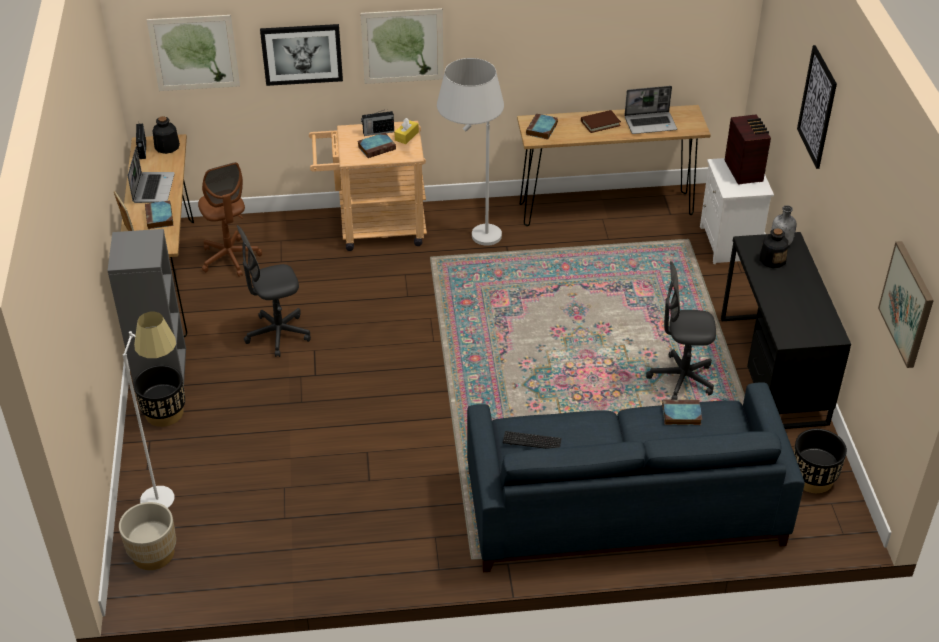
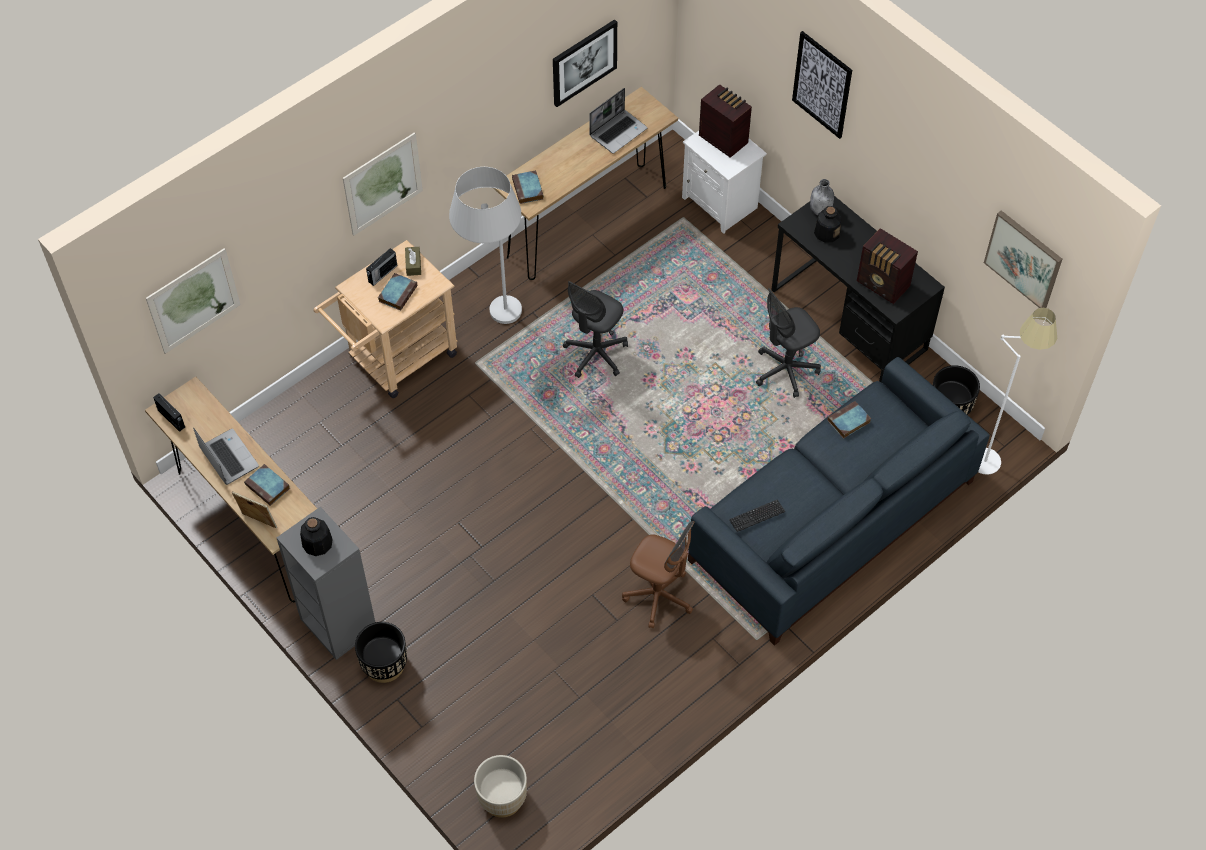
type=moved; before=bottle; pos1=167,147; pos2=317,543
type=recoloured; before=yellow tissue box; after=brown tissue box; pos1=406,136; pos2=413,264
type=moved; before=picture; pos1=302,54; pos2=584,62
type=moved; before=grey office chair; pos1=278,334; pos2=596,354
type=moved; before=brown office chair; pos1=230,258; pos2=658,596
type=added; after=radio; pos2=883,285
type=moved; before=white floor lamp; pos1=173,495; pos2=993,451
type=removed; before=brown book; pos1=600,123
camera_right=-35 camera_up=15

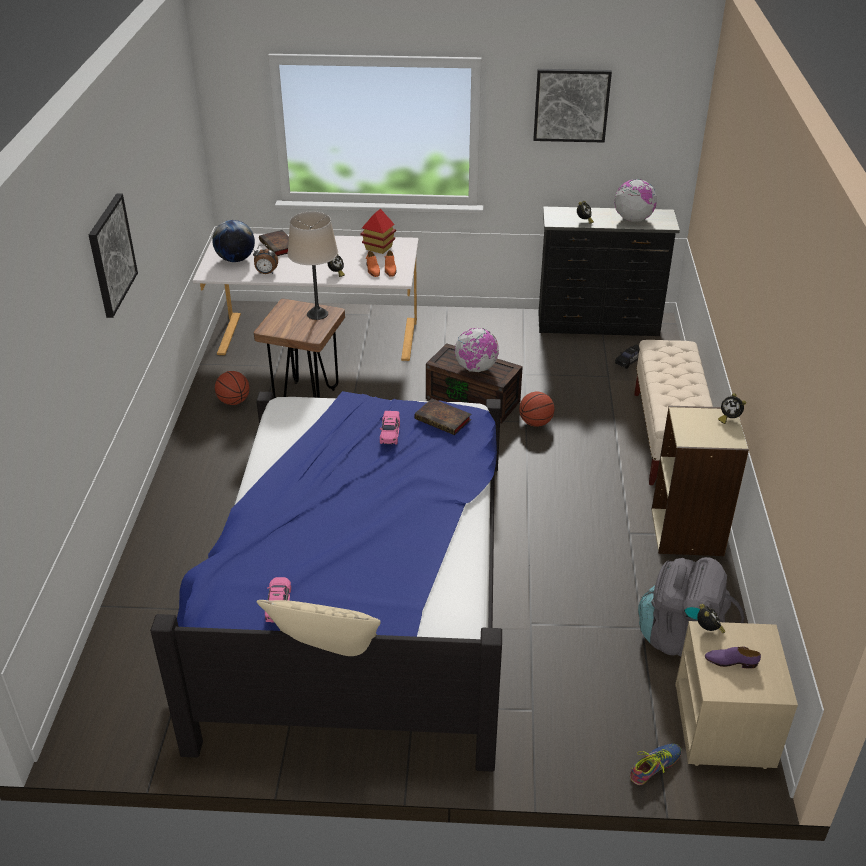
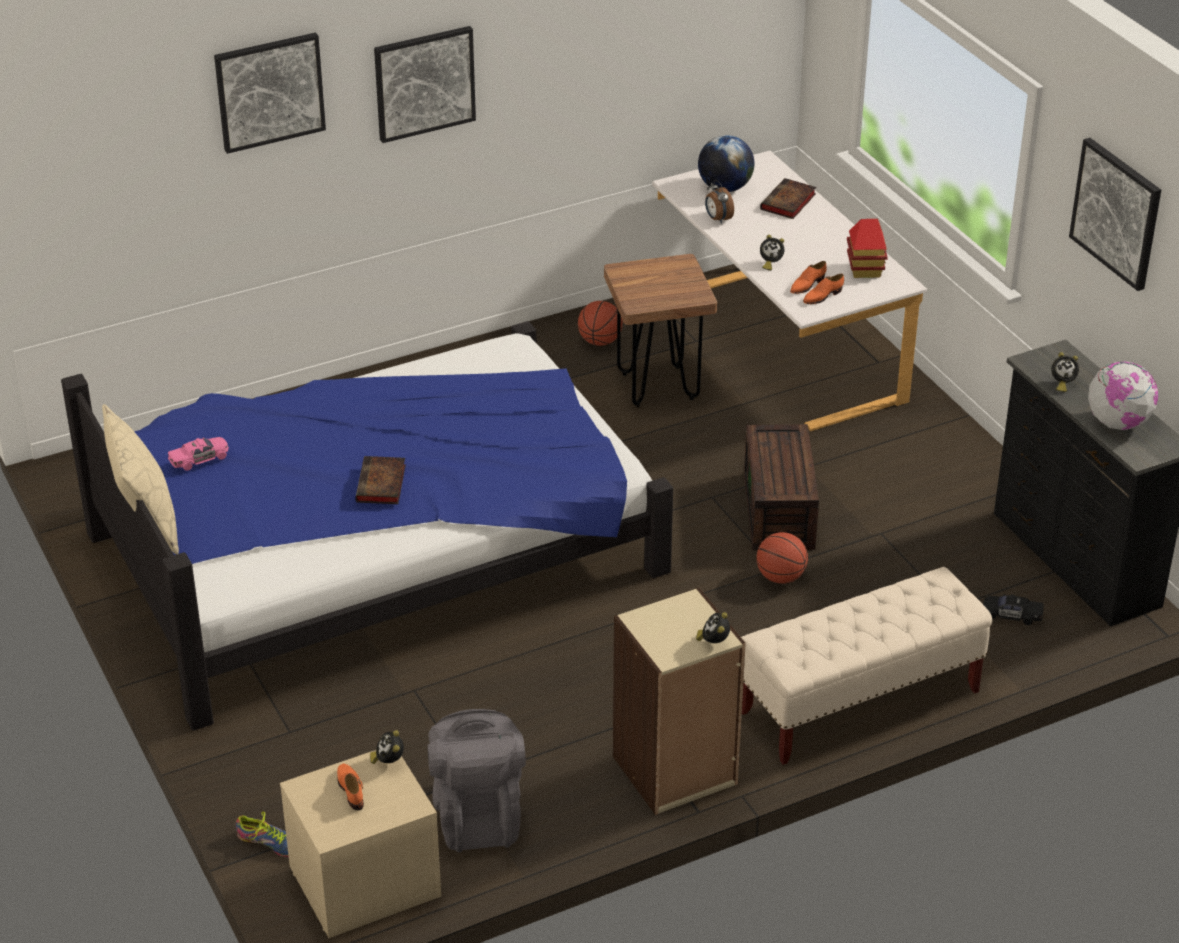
type=added; after=picture; pos2=269,91
type=recoloured; before=purple shoe; after=orange shoe; pos1=730,661; pos2=351,789
type=moved; before=book; pos1=444,420; pos2=381,485
type=turned; before=alarm clock; pos1=708,630; pos2=388,761; turn=120
type=removed; before=beige table lamp; pos1=317,314
type=removed; before=pink toy car; pos1=390,433
type=removed; before=globe; pos1=476,368
camera_right=60 camera_up=0

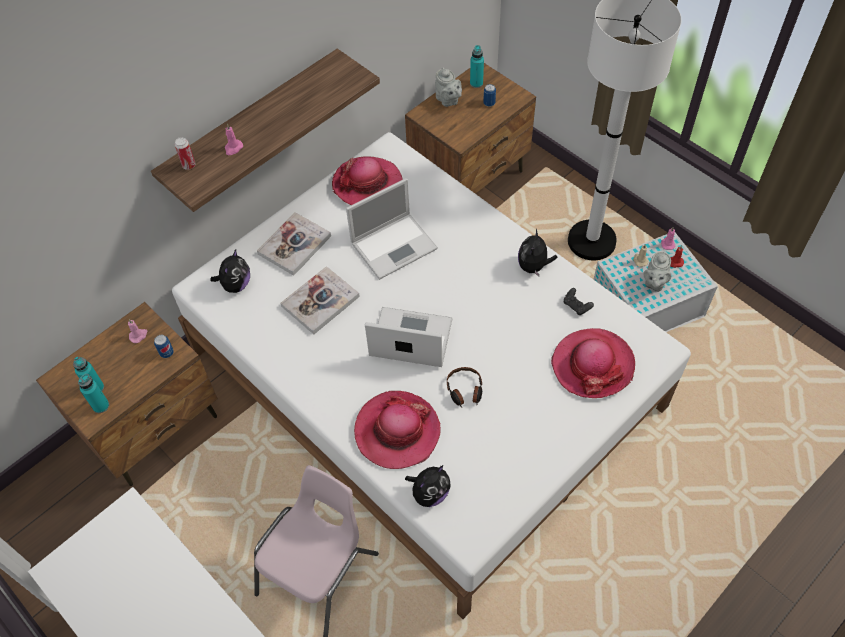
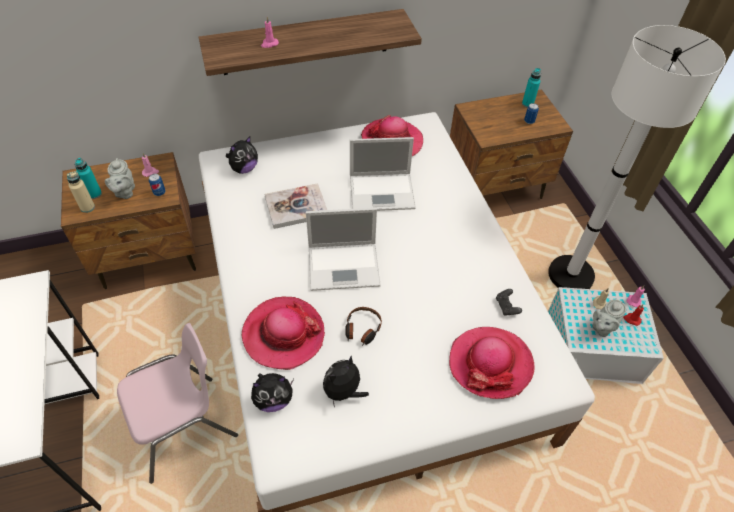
type=recoloured; before=turquoise bottle; after=beige bottle; pos1=101,406; pos2=87,207
type=moved; before=grey teapot; pos1=448,100; pos2=124,192
type=turned; before=laptop; pos1=409,338; pos2=345,266; turn=135
type=moved; before=plush toy; pos1=533,266; pos2=343,392
type=removed; before=can; pos1=189,165
type=removed; before=book; pos1=294,245
camera_right=25 camera_up=-5

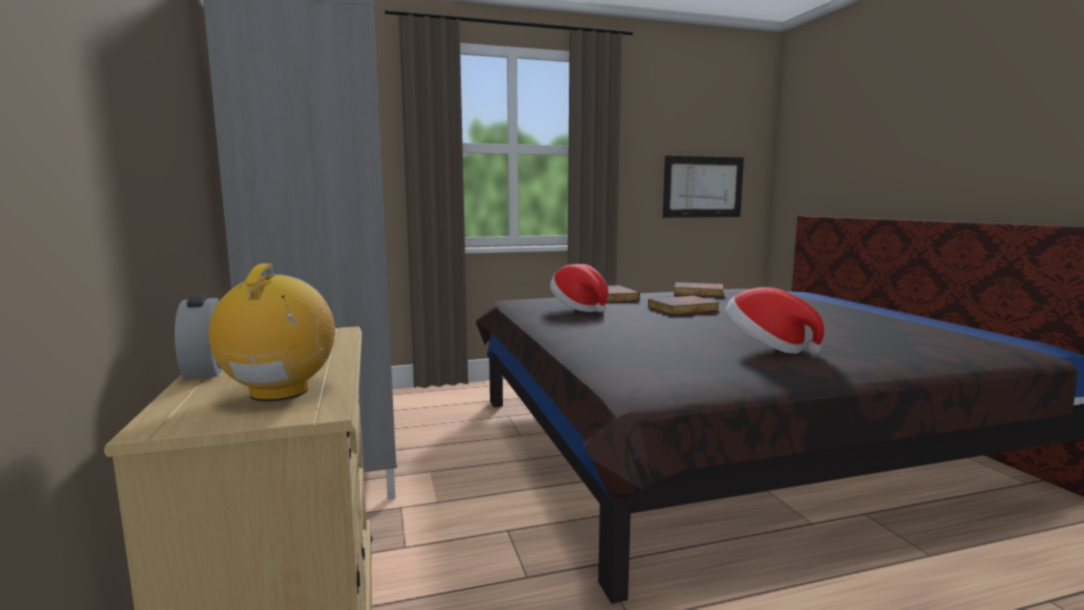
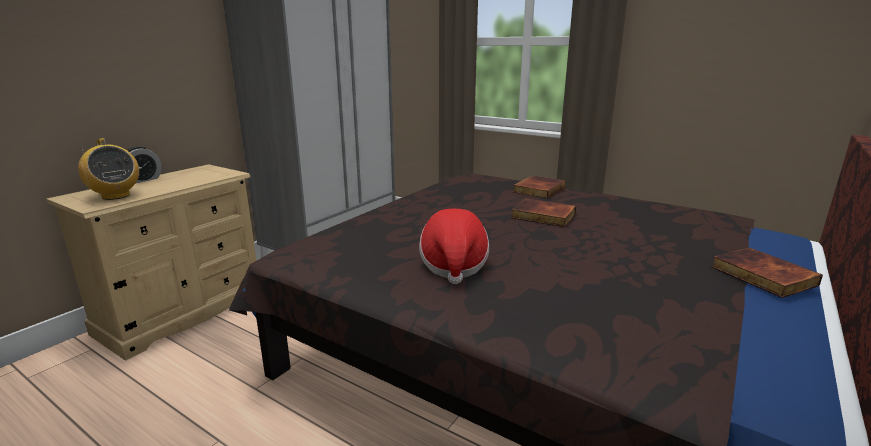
type=turned; before=radio; pos1=279,392; pos2=115,196; turn=90
type=moved; before=book; pos1=698,293; pos2=761,276
type=removed; before=hat; pos1=579,308
type=removed; before=picture; pos1=703,187
camera_right=50 camera_up=10

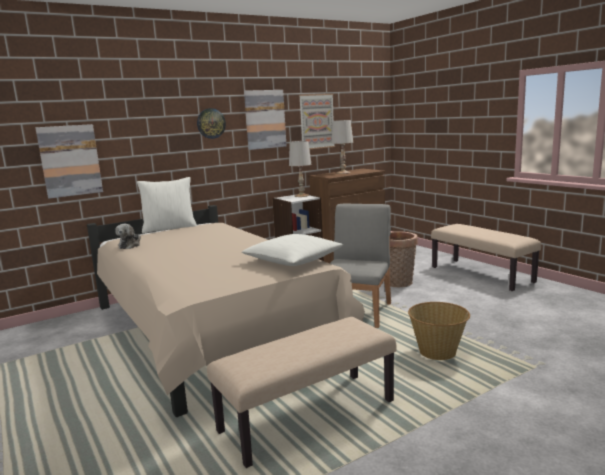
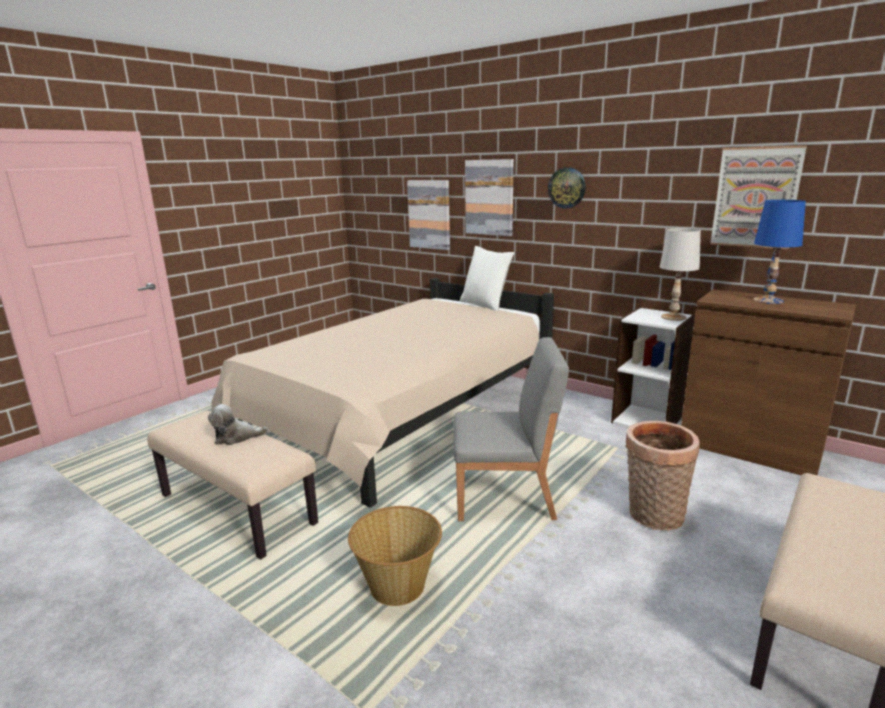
type=moved; before=plush toy; pos1=130,245; pos2=236,437
type=moved; before=picture; pos1=265,119; pos2=489,197
type=recoloured; before=white table lamp; after=blue table lamp; pos1=343,173; pos2=768,301
type=removed; before=white pillow; pos1=293,260
camera_right=70 camera_up=5

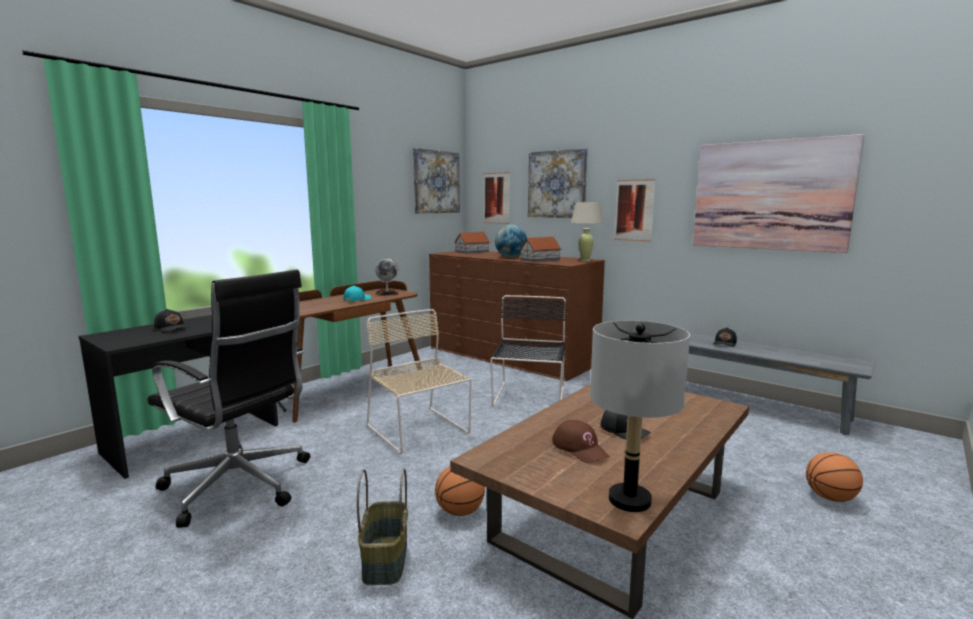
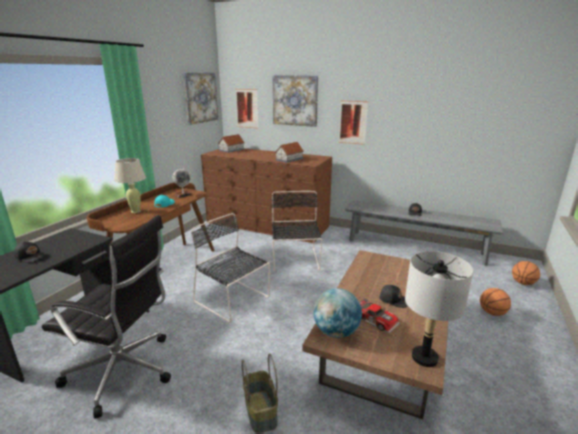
type=moved; before=beige table lamp; pos1=585,260; pos2=135,211
type=recoloured; before=beige chair; after=black chair; pos1=419,431; pos2=233,300
type=moved; before=globe; pos1=510,257; pos2=336,332
type=replaced; before=brown cap; after=toy car; pos1=580,448; pos2=376,319
type=moved; before=basketball; pos1=460,511; pos2=523,283
type=removed; before=picture; pos1=770,195
camera_right=-15 camera_up=10

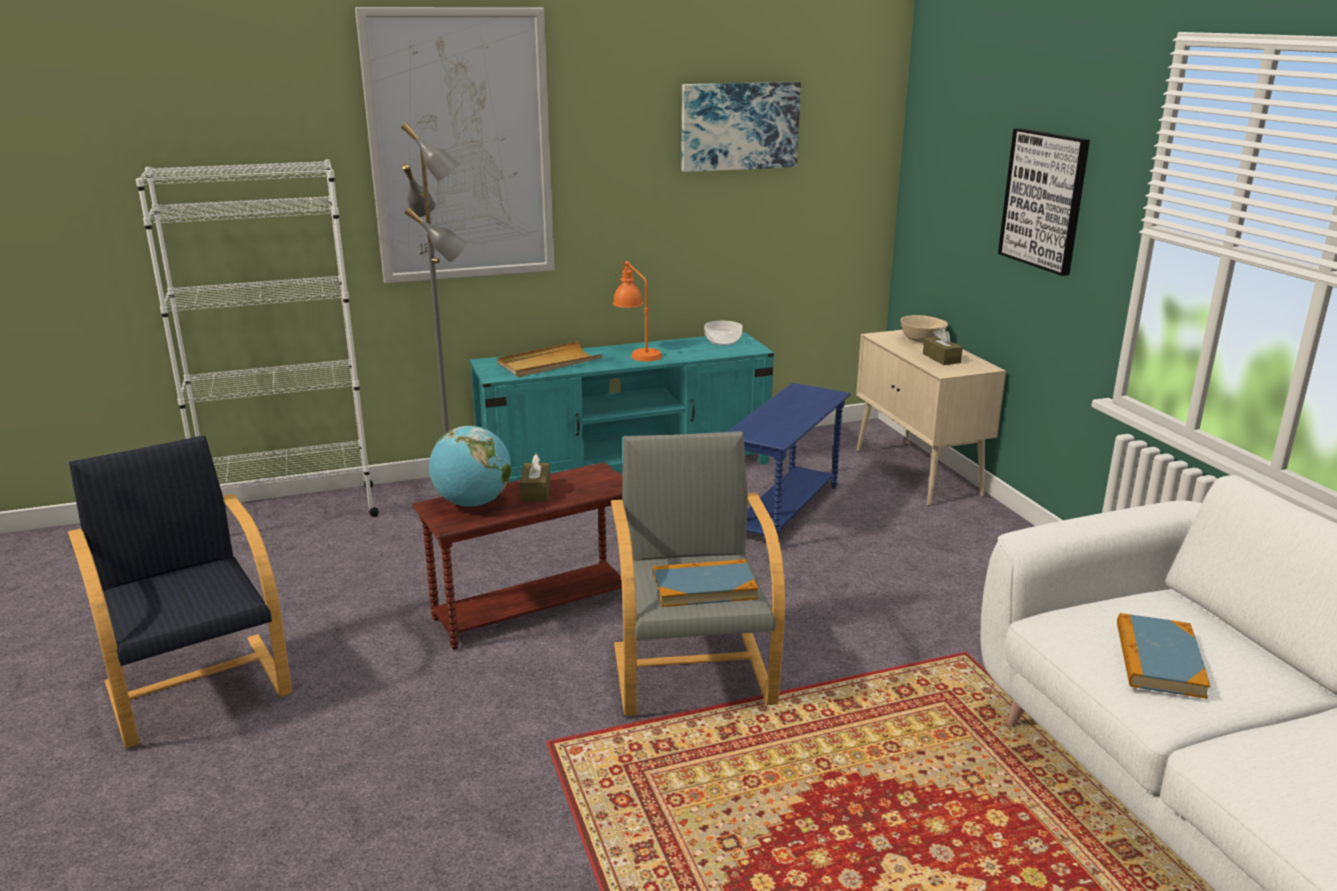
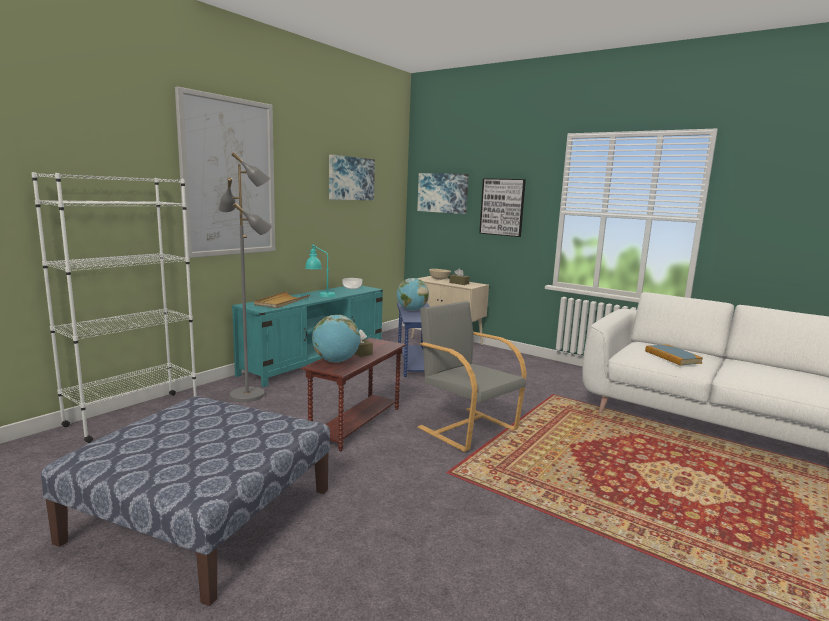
type=replaced; before=black armchair; after=ottoman; pos1=198,686; pos2=203,515
type=recoloured; before=orange table lamp; after=turquoise table lamp; pos1=636,353; pos2=320,295
type=added; after=globe; pos2=412,310
type=added; after=picture; pos2=443,193
type=removed; before=book; pos1=704,587
camera_right=-35 camera_up=-10

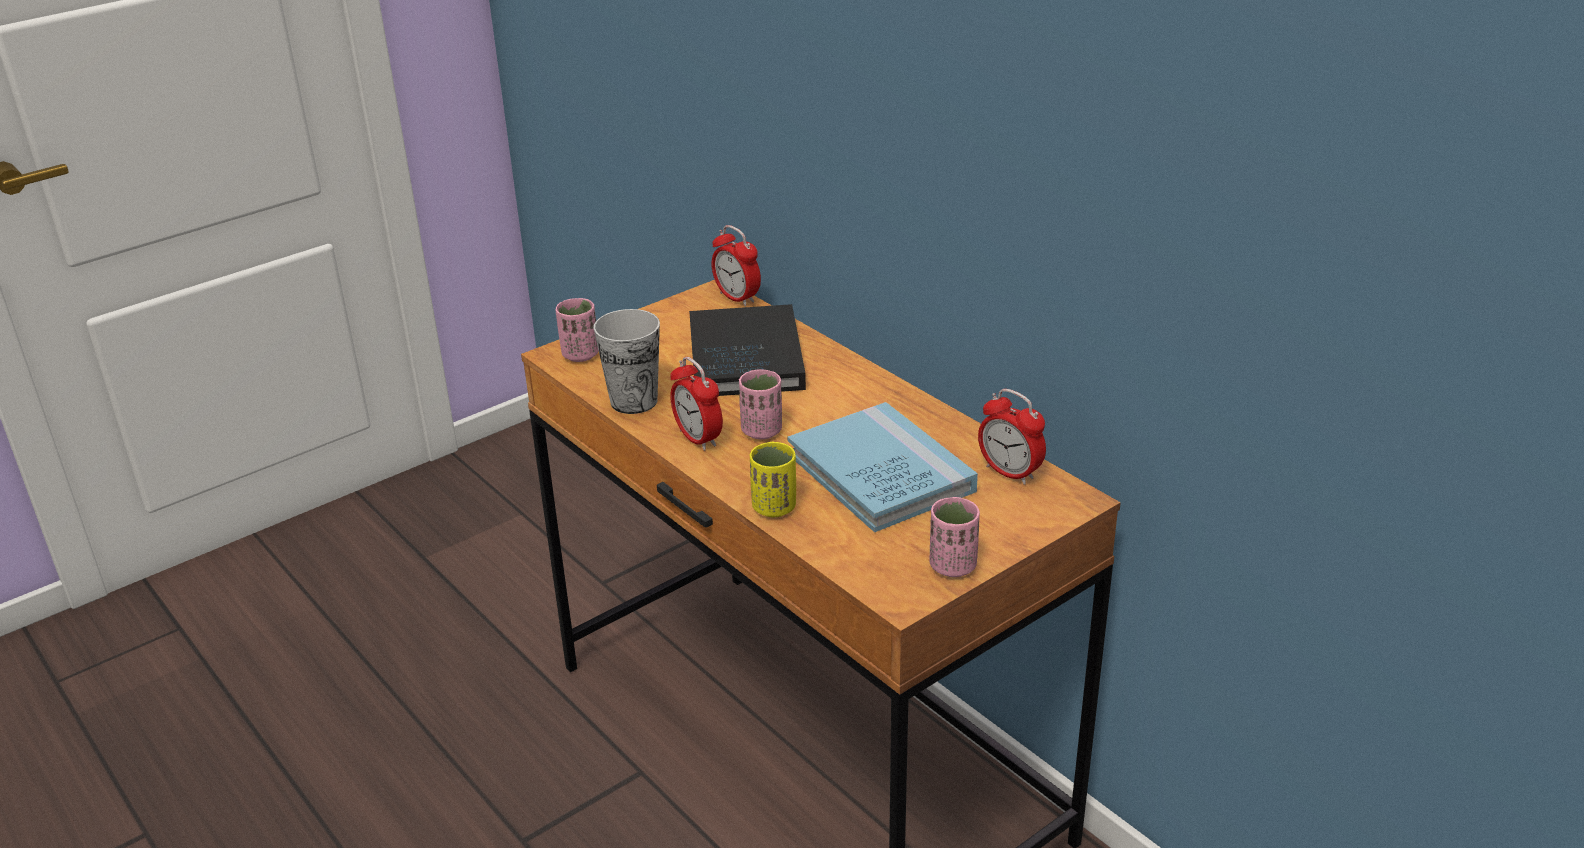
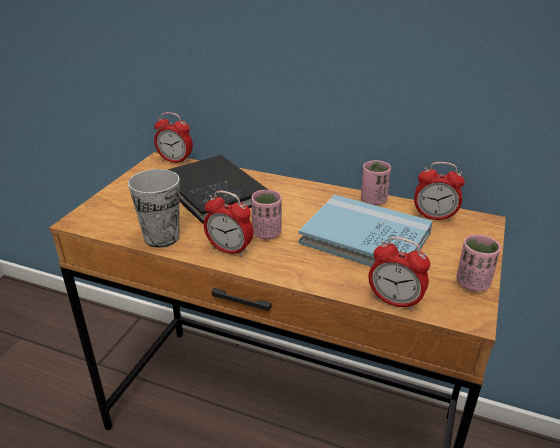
type=moved; before=pink cup; pos1=580,355; pos2=373,200
type=added; after=alarm clock; pos2=394,301
type=removed; before=yellow cup; pos1=774,507
camera_right=-30 camera_up=0

